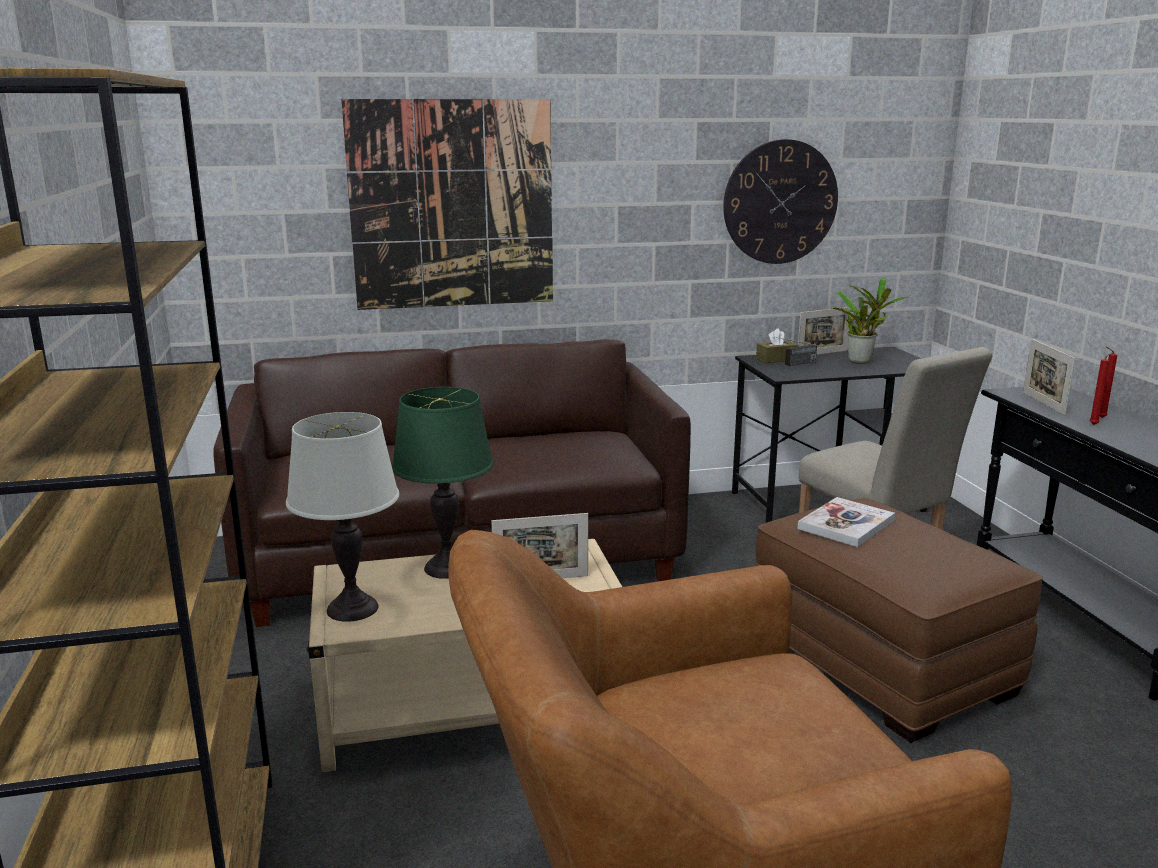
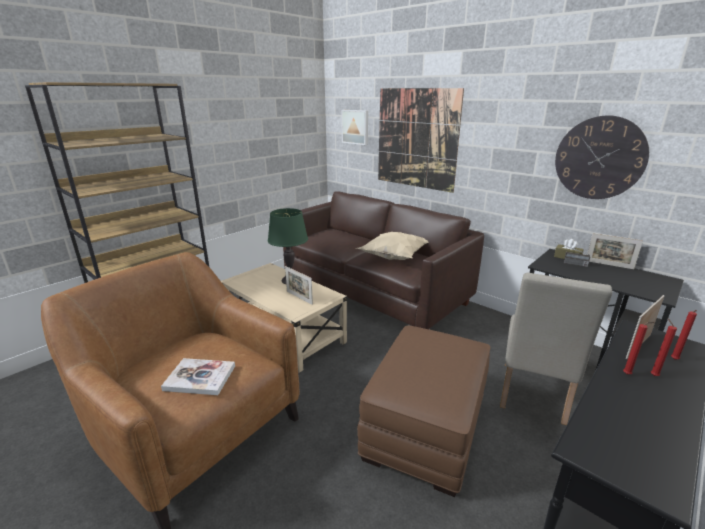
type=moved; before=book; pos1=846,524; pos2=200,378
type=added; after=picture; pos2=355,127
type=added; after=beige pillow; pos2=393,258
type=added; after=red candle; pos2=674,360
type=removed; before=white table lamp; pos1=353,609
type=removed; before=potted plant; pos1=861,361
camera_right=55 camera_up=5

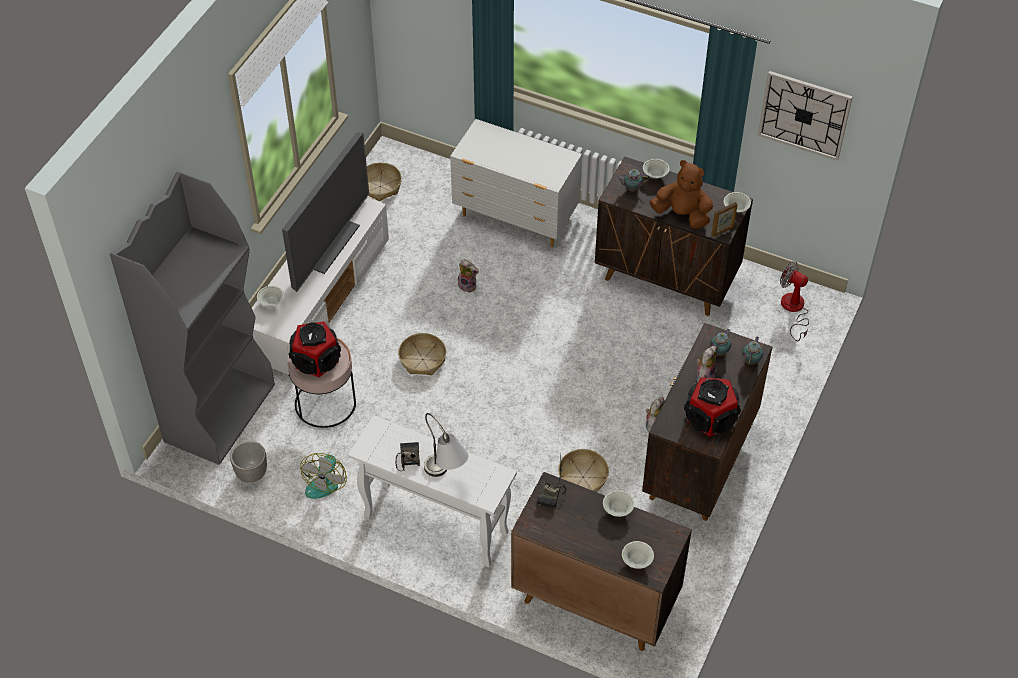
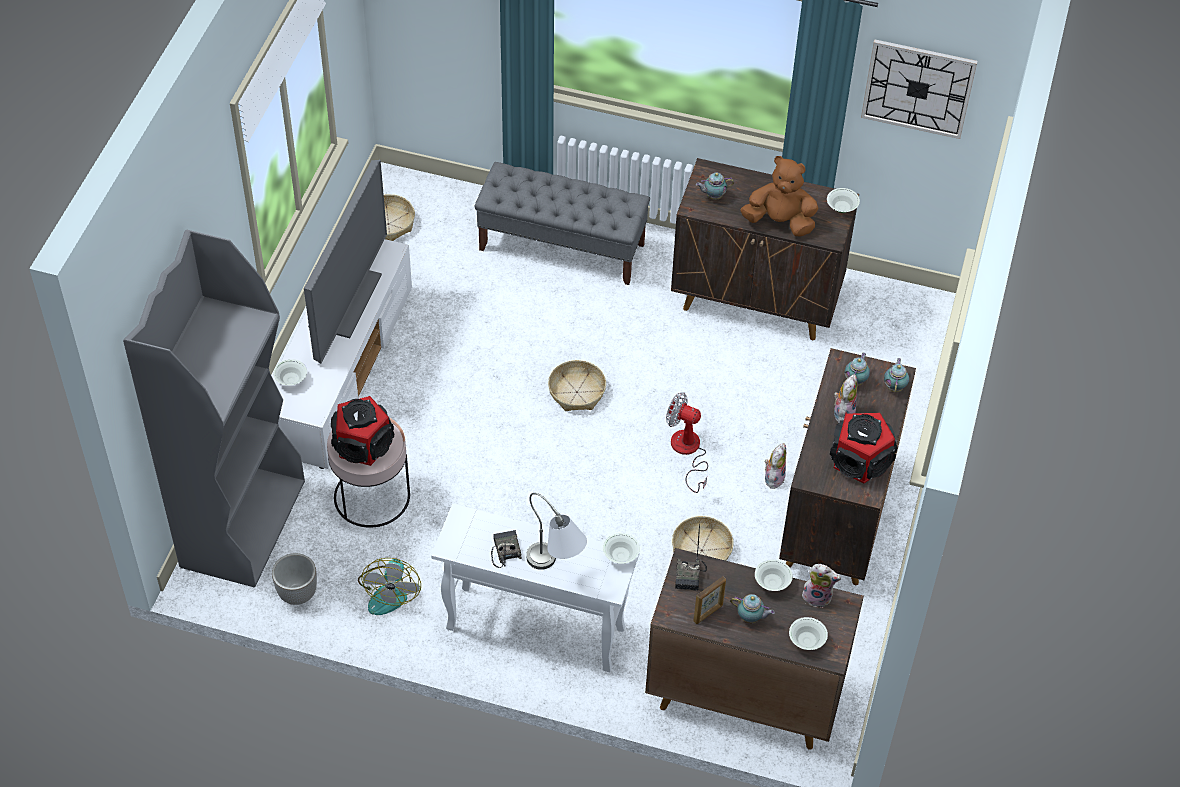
type=replaced; before=white dresser; after=grey bench; pos1=516,219; pos2=562,247
type=moved; before=basket; pos1=422,359; pos2=577,392
type=moved; before=white bowl; pos1=655,175; pos2=620,556
type=moved; before=fan; pos1=793,310; pos2=687,452
type=moved; before=picture frame; pos1=722,231; pos2=708,613
type=added; after=teapot; pos2=751,618
type=moved; before=plush toy; pos1=468,285; pos2=818,596
camera_right=-10 camera_up=0

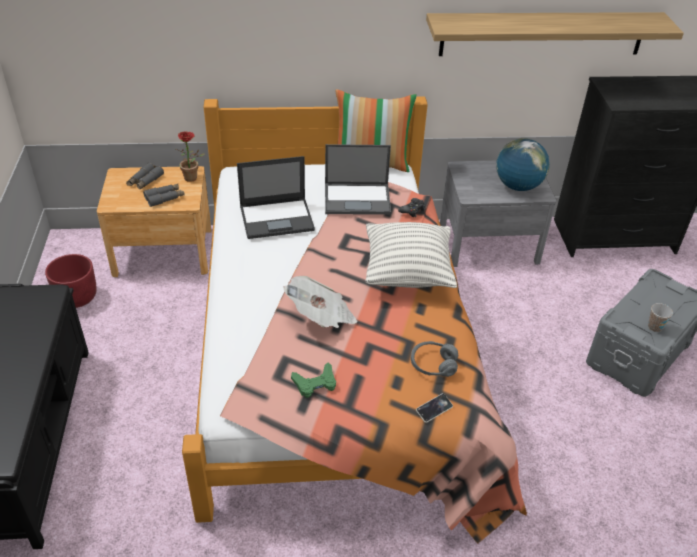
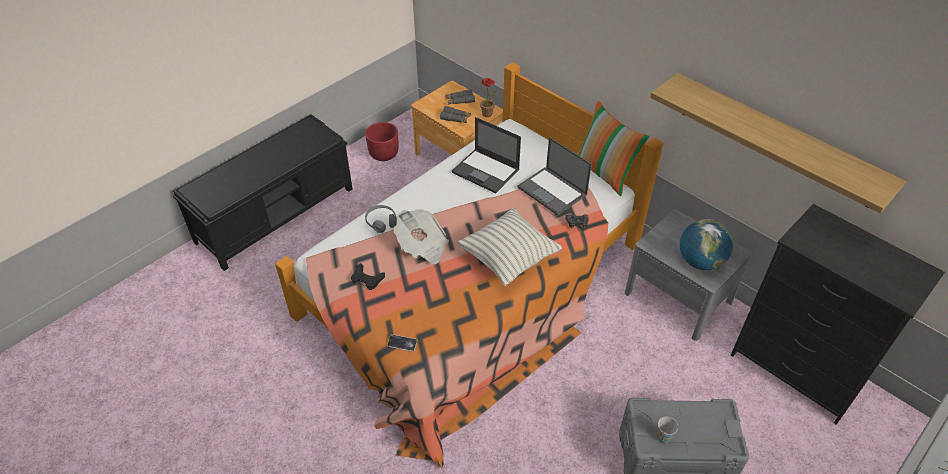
type=recoloured; before=green game controller; after=black game controller; pos1=315,383; pos2=367,279
type=moved; before=grey headphones; pos1=433,364; pos2=381,222
camera_right=50 camera_up=5

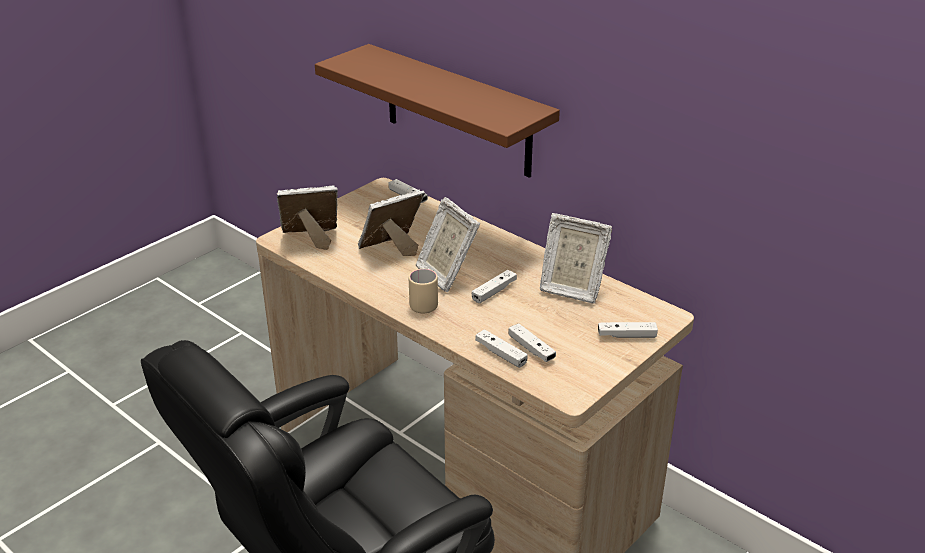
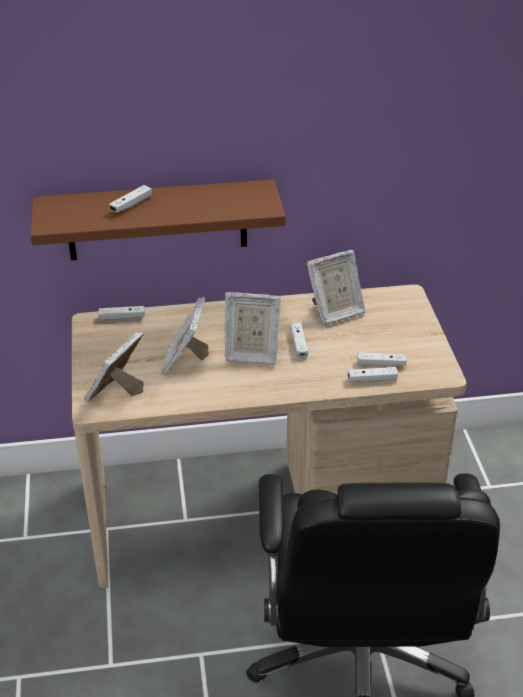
type=moved; before=white game controller; pos1=626,335; pos2=131,204
type=removed; before=beige mug; pos1=423,303
camera_right=-50 camera_up=5

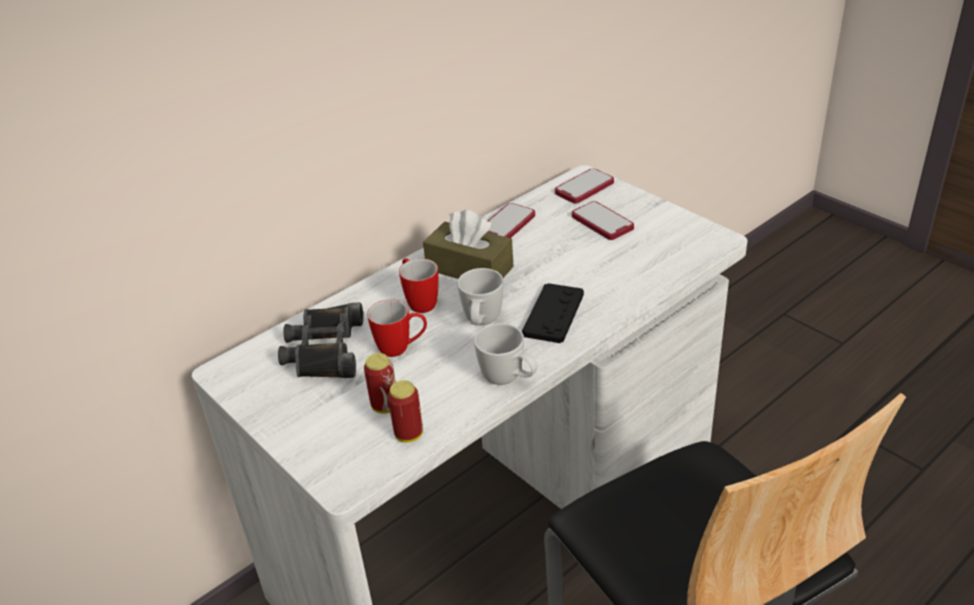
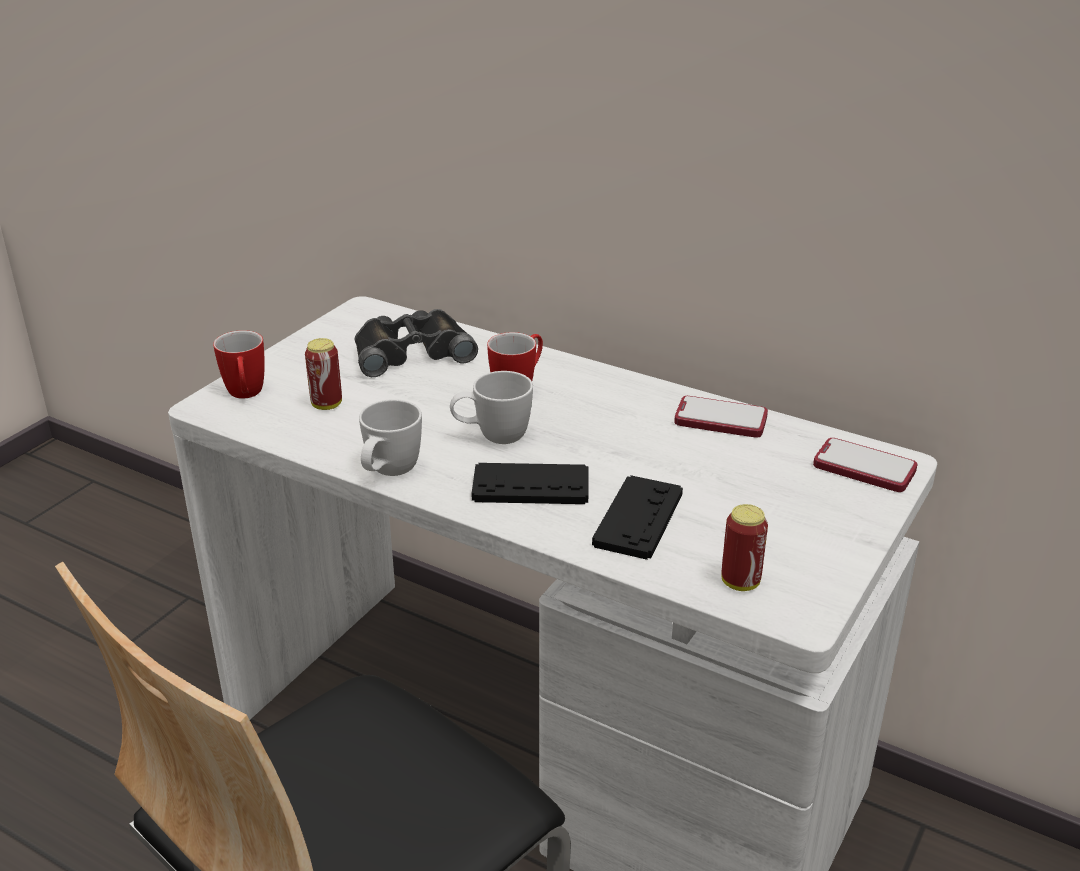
type=moved; before=mug; pos1=401,348; pos2=246,396
type=added; after=black game controller; pos2=638,519
type=moved; before=can; pos1=409,435; pos2=740,582
type=removed; before=brown tissue box; pos1=469,268
type=removed; before=phone; pos1=602,222
camera_right=70 camera_up=-5

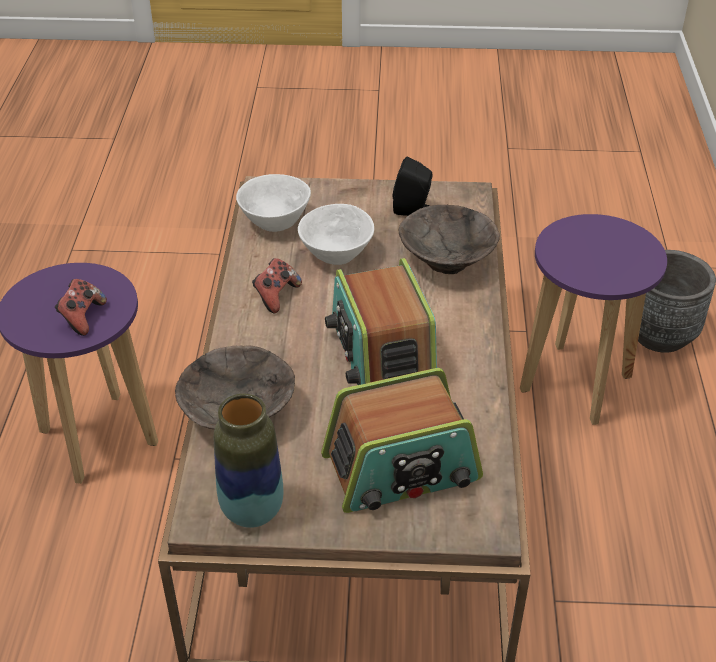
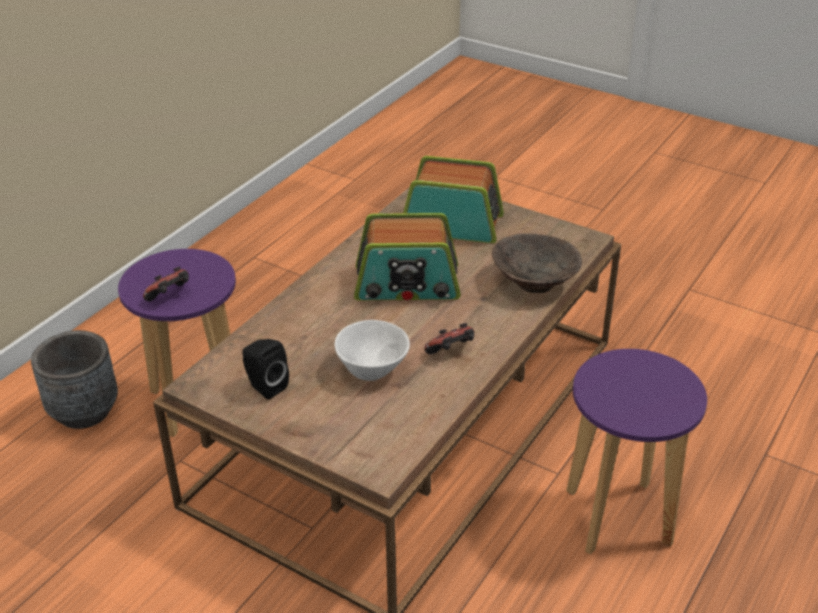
type=moved; before=game controller; pos1=82,317; pos2=170,296
type=turned; before=radio; pos1=381,354; pos2=407,284; turn=75
type=removed; before=vase; pos1=252,511
type=removed; before=white bowl; pos1=274,221
type=removed; before=brown bowl; pos1=448,261
camera_right=-150 camera_up=-5

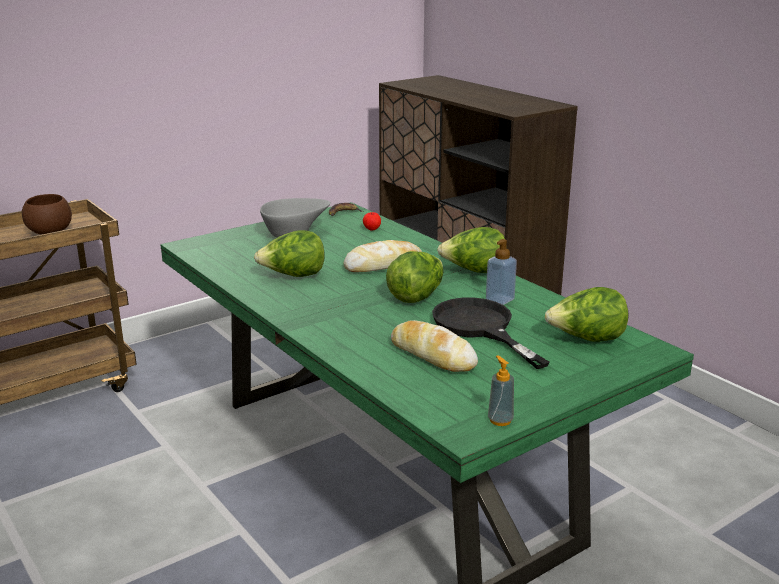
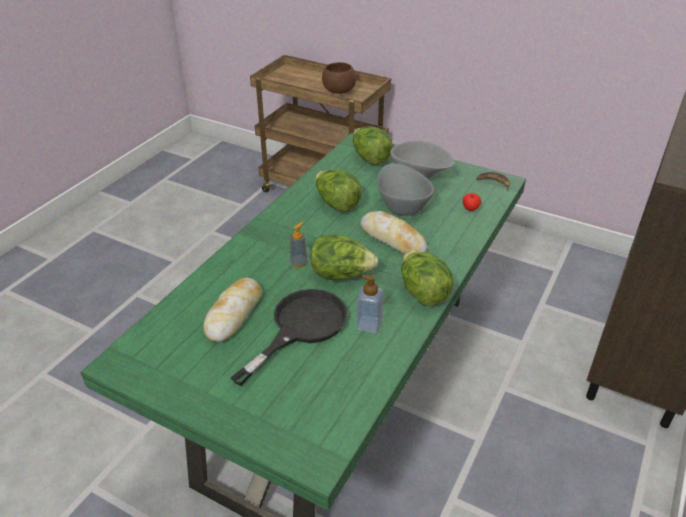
type=moved; before=soap dispenser; pos1=500,420; pos2=299,263
type=moved; before=lettuce; pos1=586,339; pos2=370,158
type=added; after=grey bowl; pos2=402,205
camera_right=65 camera_up=15

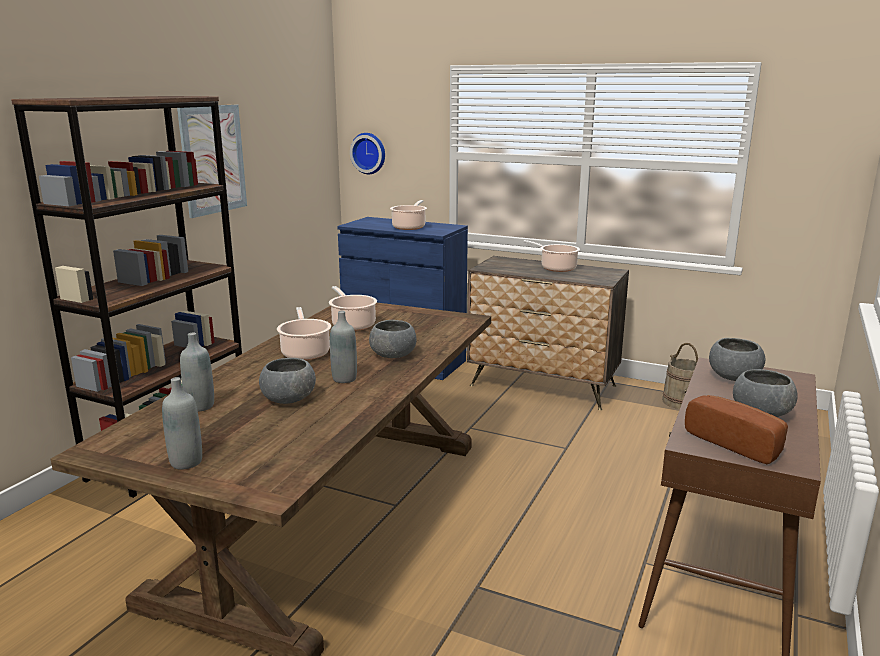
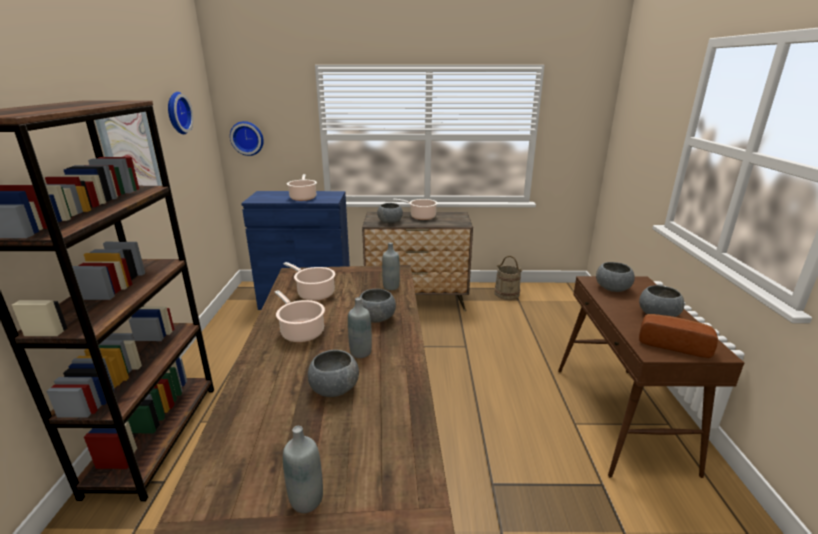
type=added; after=wall clock; pos2=177,113
type=added; after=grey bowl; pos2=390,222
type=moved; before=grey bottle; pos1=200,406; pos2=391,287
camera_right=-25 camera_up=5

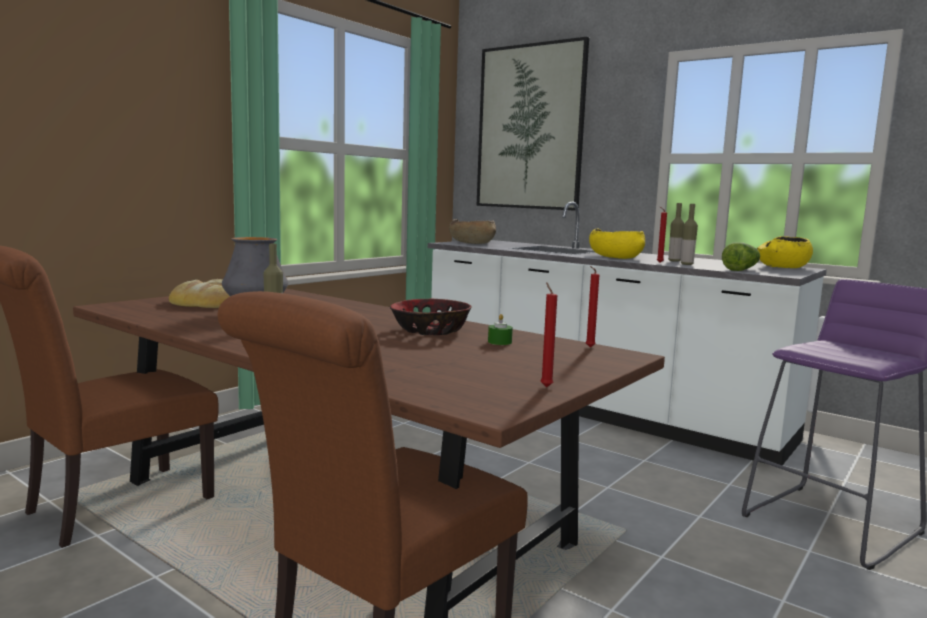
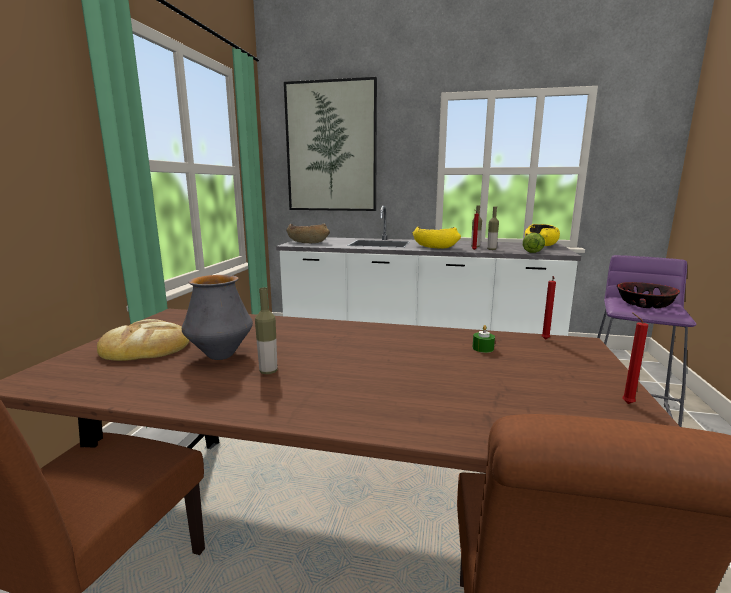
type=moved; before=bowl; pos1=430,331; pos2=644,304
camera_right=-25 camera_up=5

